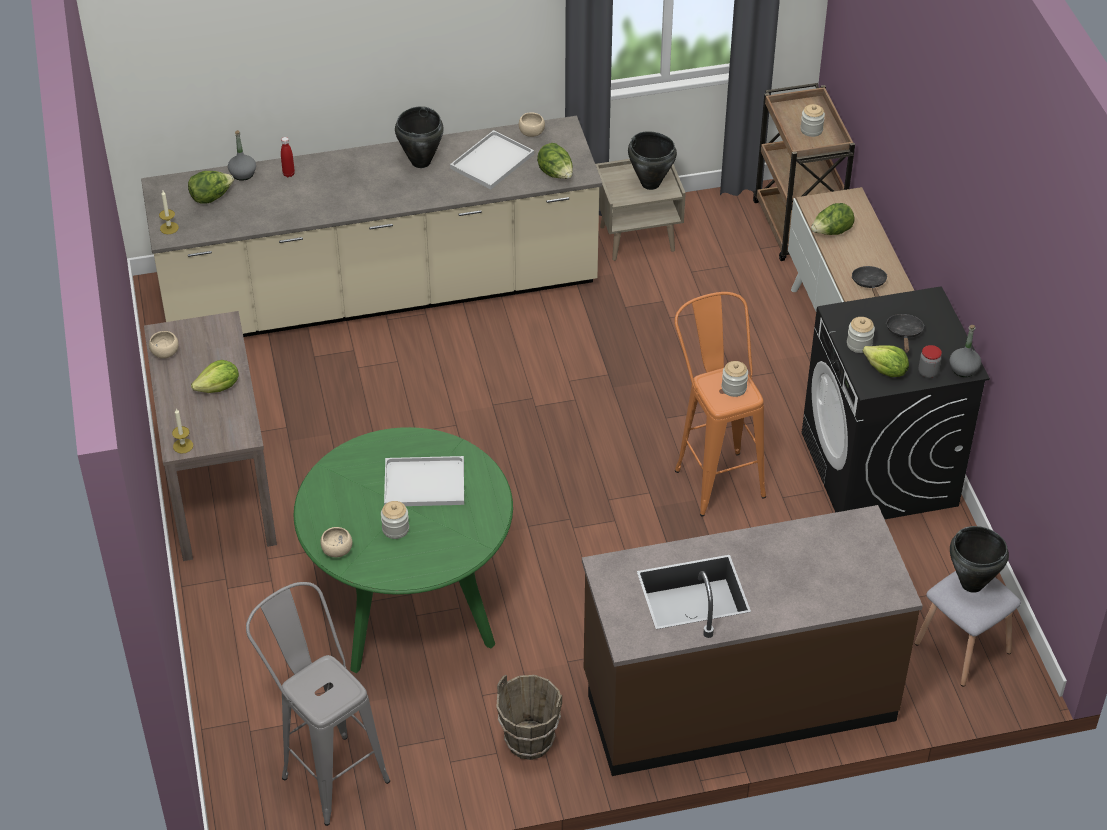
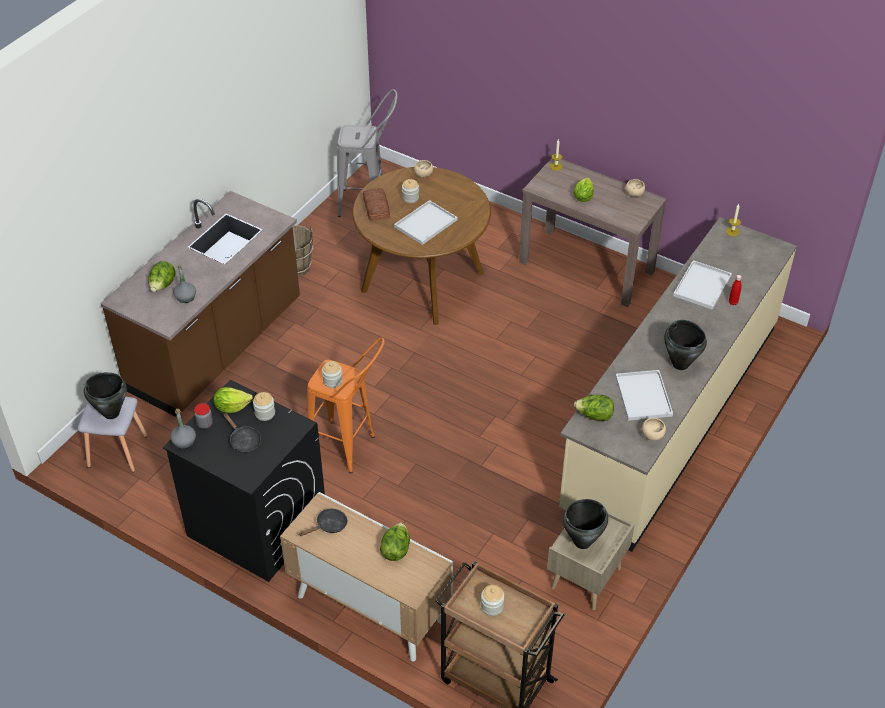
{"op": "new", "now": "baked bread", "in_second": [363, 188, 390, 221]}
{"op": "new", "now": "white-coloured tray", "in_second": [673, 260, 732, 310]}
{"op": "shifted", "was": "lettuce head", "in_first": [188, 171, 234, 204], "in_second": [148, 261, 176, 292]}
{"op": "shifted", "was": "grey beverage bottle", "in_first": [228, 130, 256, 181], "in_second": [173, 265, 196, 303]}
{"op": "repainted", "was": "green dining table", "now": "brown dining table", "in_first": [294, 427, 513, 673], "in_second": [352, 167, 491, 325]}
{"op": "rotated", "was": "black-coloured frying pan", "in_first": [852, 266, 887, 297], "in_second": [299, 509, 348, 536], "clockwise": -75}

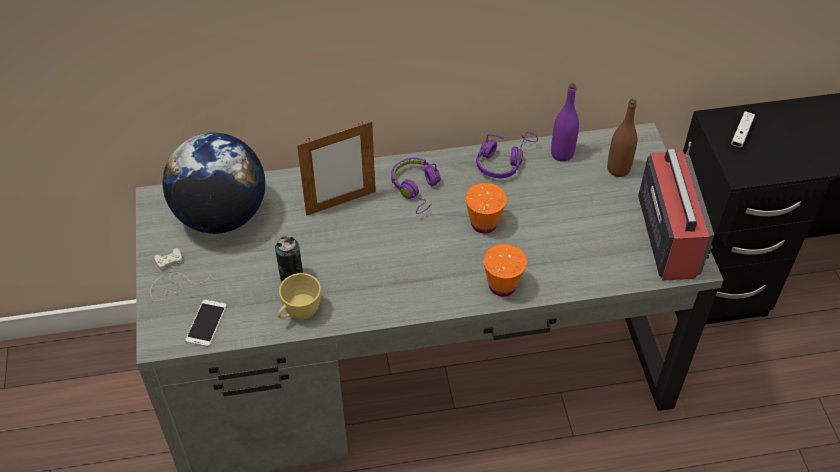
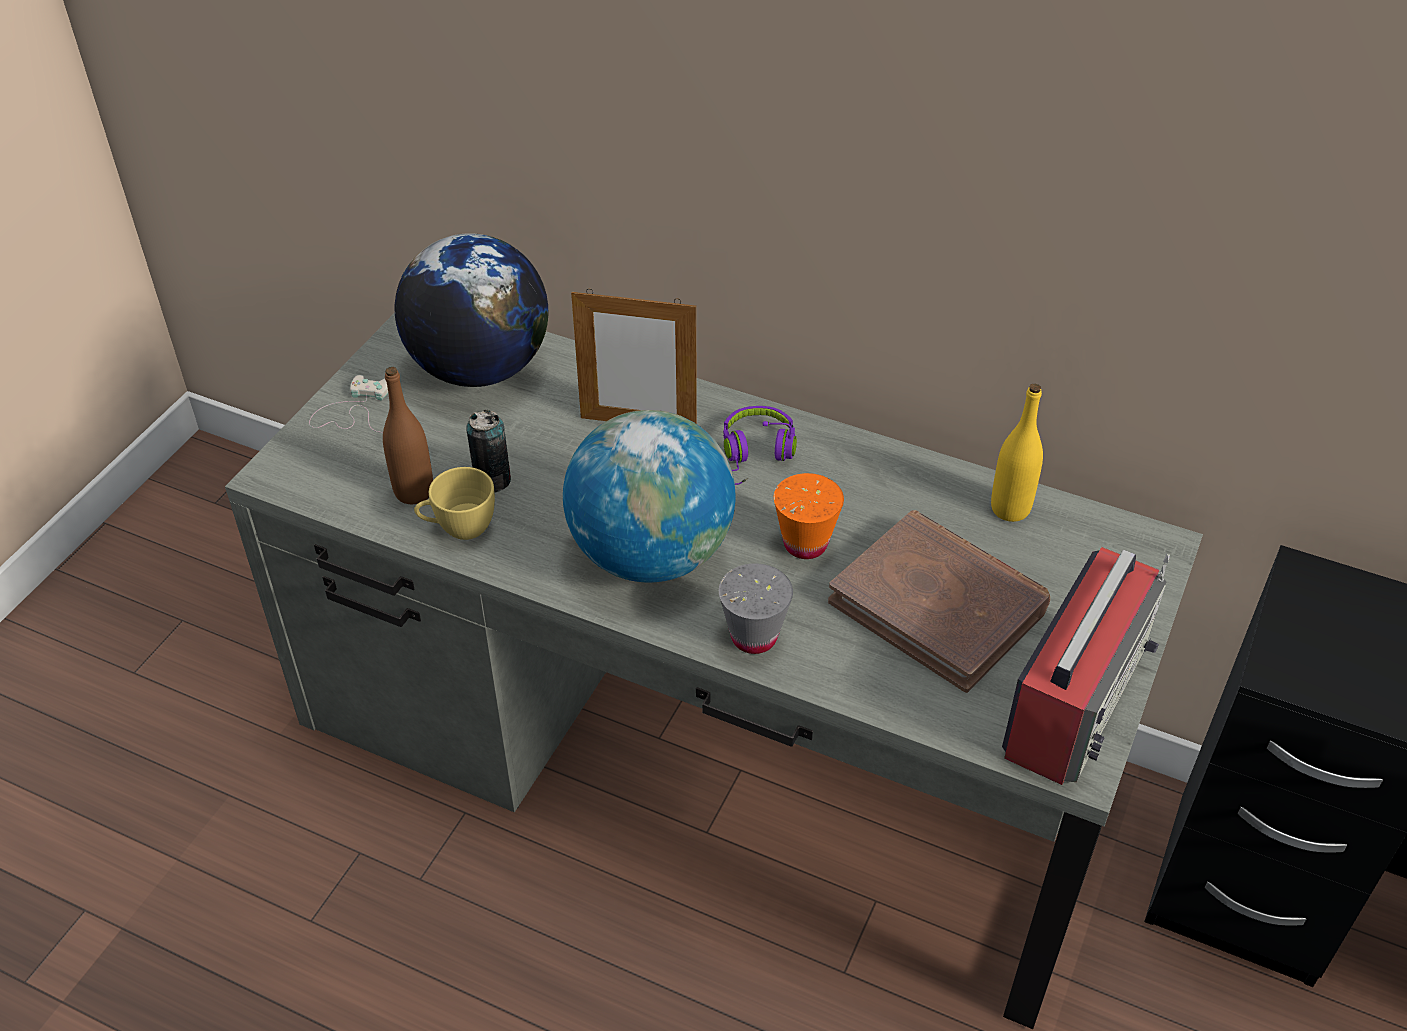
{"op": "gone", "was": "telephone", "in_first": [185, 299, 227, 347]}
{"op": "gone", "was": "purple-coloured pair of headphones", "in_first": [476, 132, 538, 178]}
{"op": "gone", "was": "white-coloured joypad", "in_first": [731, 111, 755, 147]}
{"op": "new", "now": "globe", "in_second": [563, 410, 736, 583]}
{"op": "new", "now": "brown bound book", "in_second": [828, 510, 1050, 693]}
{"op": "shifted", "was": "brown beverage bottle", "in_first": [607, 99, 638, 177], "in_second": [383, 367, 433, 504]}
{"op": "repainted", "was": "orange-coloured drinking cup", "now": "grey drinking cup", "in_first": [483, 244, 527, 297], "in_second": [719, 563, 793, 654]}
{"op": "repainted", "was": "purple-coloured beverage bottle", "now": "yellow-coloured beverage bottle", "in_first": [551, 83, 579, 162], "in_second": [991, 383, 1043, 522]}

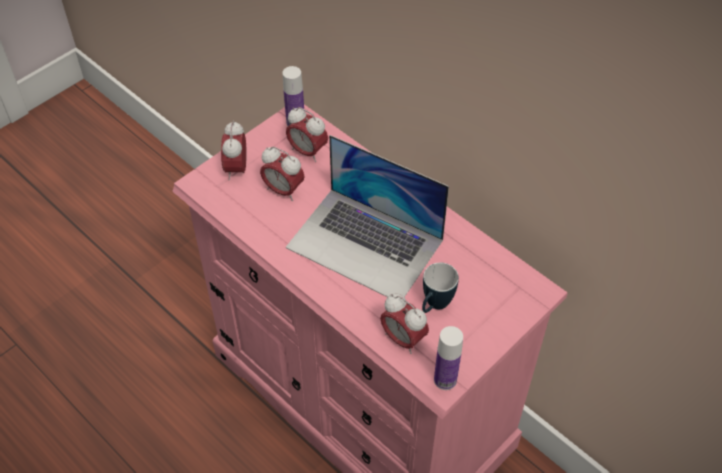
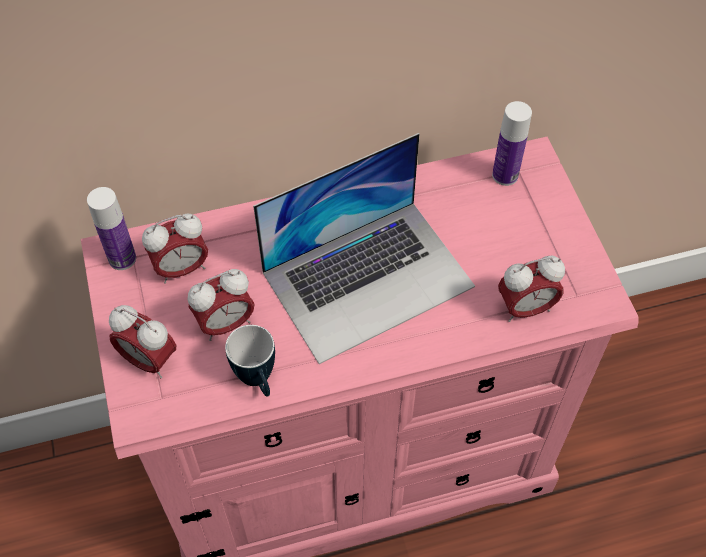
{"op": "shifted", "was": "mug", "in_first": [422, 263, 459, 313], "in_second": [225, 325, 275, 396]}
{"op": "shifted", "was": "beverage bottle", "in_first": [434, 326, 463, 390], "in_second": [492, 101, 532, 186]}

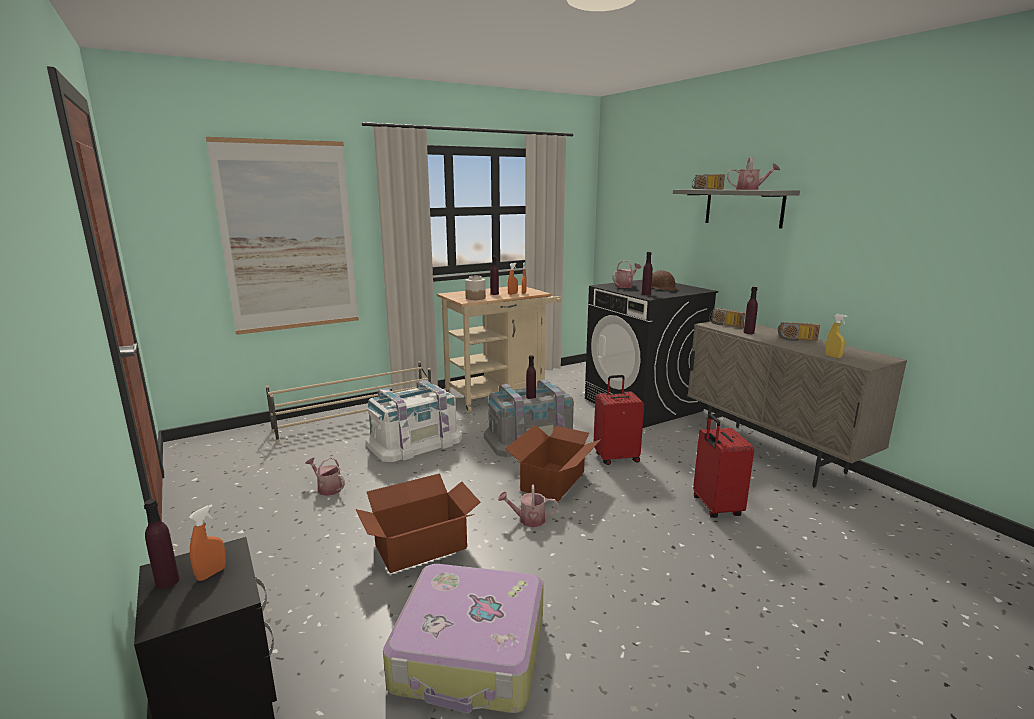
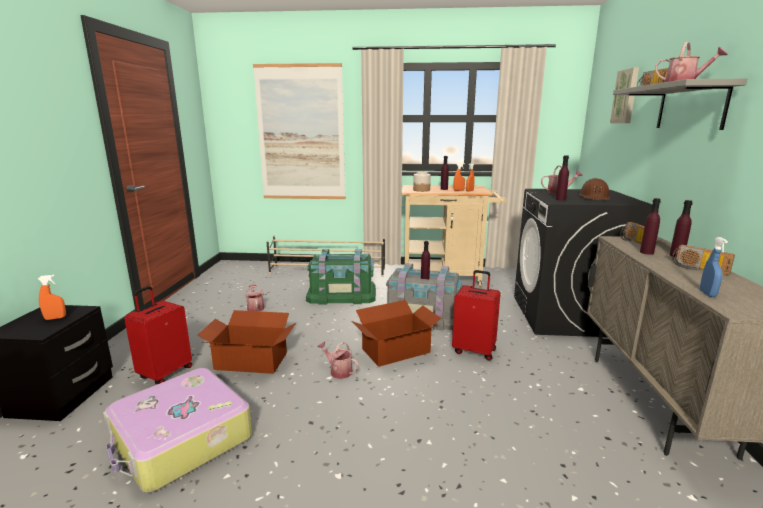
{"op": "new", "now": "picture", "in_second": [610, 67, 639, 123]}
{"op": "shifted", "was": "purple-coloured beverage bottle", "in_first": [144, 499, 179, 589], "in_second": [670, 200, 692, 257]}
{"op": "shifted", "was": "red piece of luggage", "in_first": [693, 414, 754, 518], "in_second": [124, 286, 192, 384]}
{"op": "repainted", "was": "white-coloured storage box", "now": "green storage box", "in_first": [365, 380, 462, 462], "in_second": [306, 249, 376, 304]}
{"op": "repainted", "was": "yellow-coloured hand sprayer", "now": "bluish hand sprayer", "in_first": [825, 314, 848, 358], "in_second": [700, 237, 728, 297]}

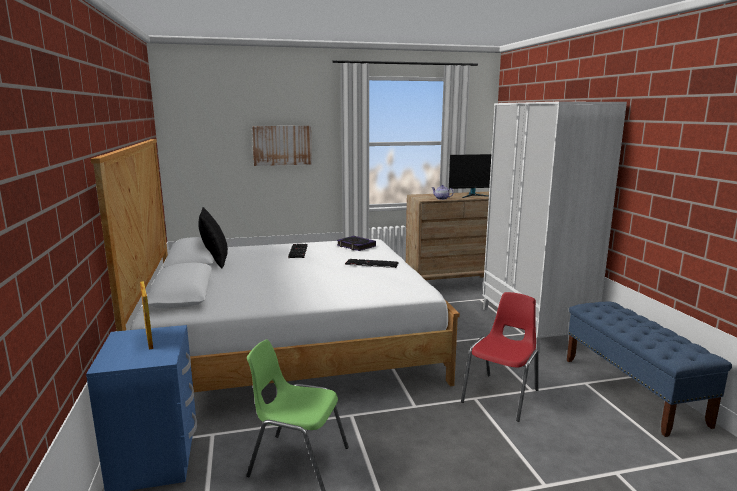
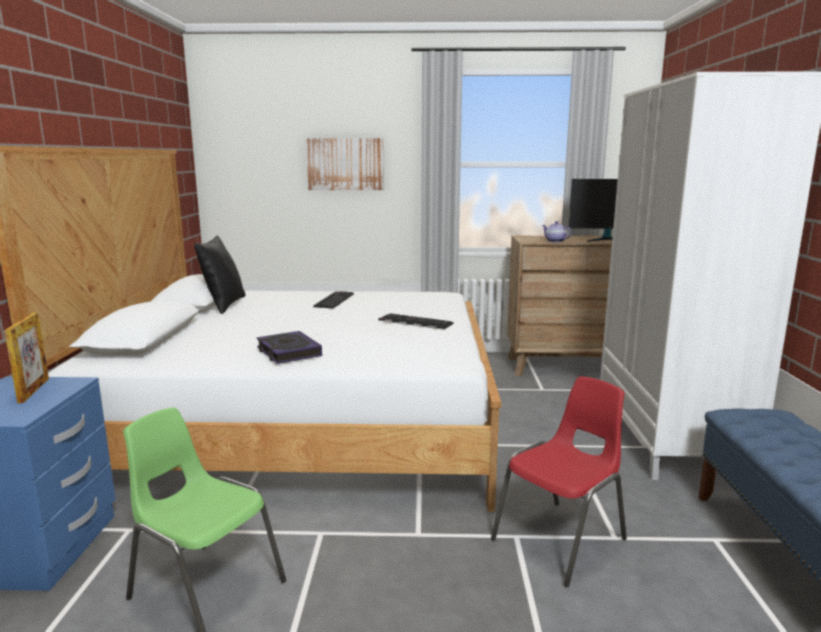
{"op": "shifted", "was": "bound book", "in_first": [337, 236, 376, 251], "in_second": [257, 331, 322, 364]}

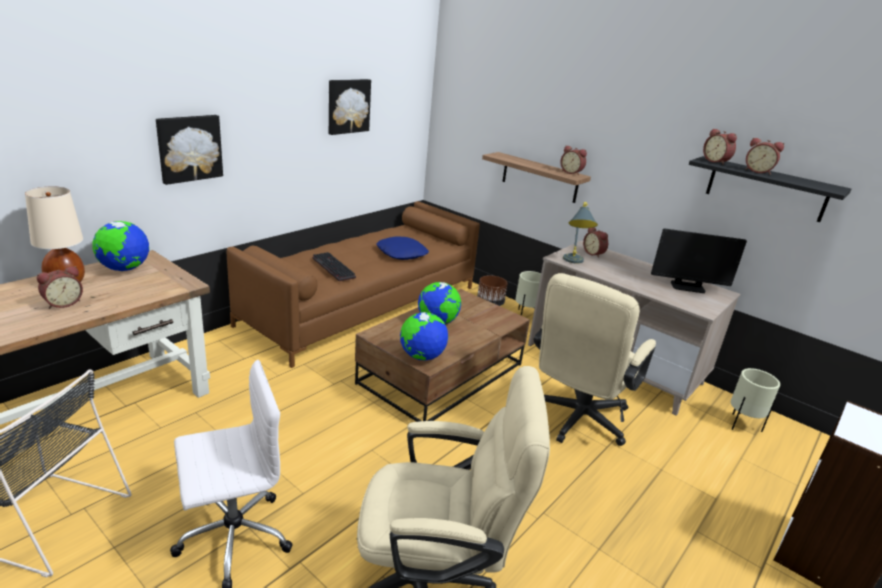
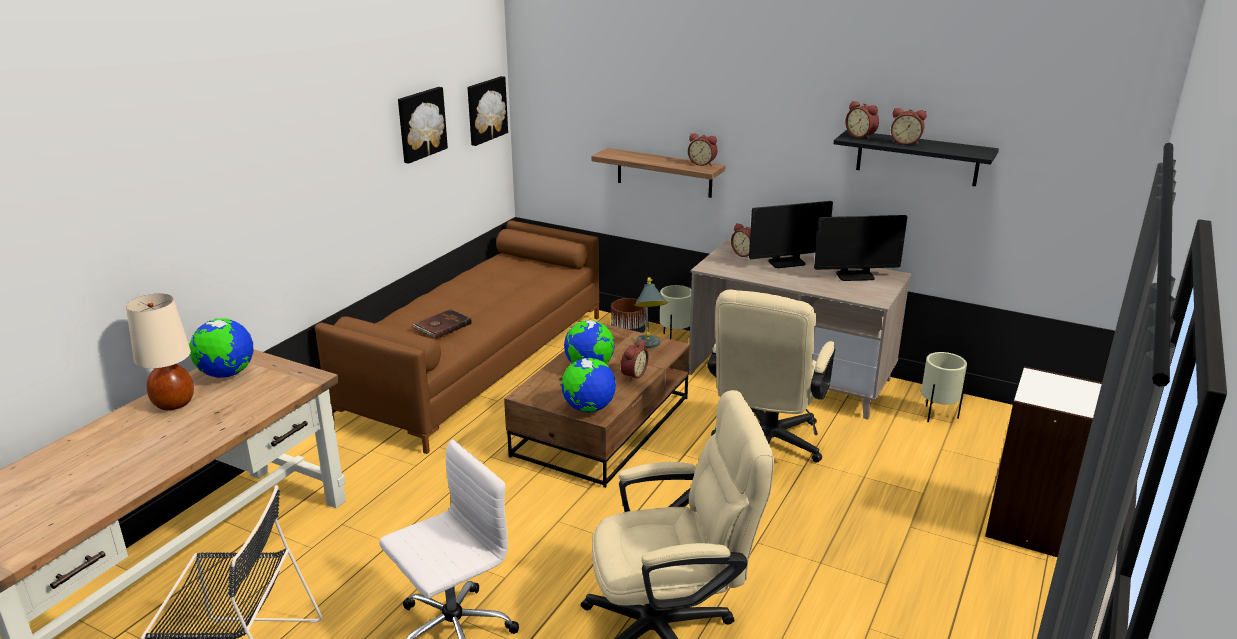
{"op": "gone", "was": "bluish pillow", "in_first": [376, 236, 429, 260]}
{"op": "new", "now": "computer screen", "in_second": [749, 201, 833, 268]}
{"op": "shifted", "was": "table clock", "in_first": [37, 266, 83, 309], "in_second": [621, 339, 649, 381]}
{"op": "shifted", "was": "picture", "in_first": [156, 115, 223, 185], "in_second": [467, 76, 508, 146]}
{"op": "shifted", "was": "grey lamp for a table", "in_first": [563, 202, 598, 264], "in_second": [634, 277, 668, 348]}
{"op": "swapped", "was": "keyboard", "now": "brown bound book", "in_first": [312, 252, 356, 281], "in_second": [413, 309, 472, 339]}

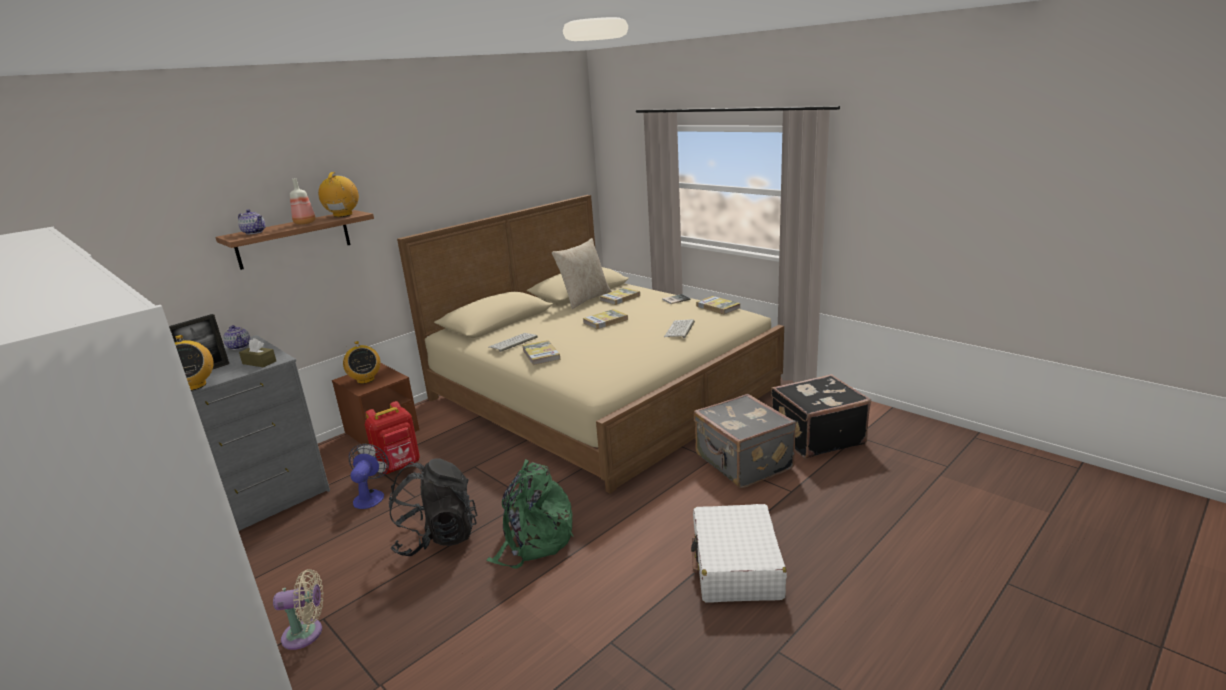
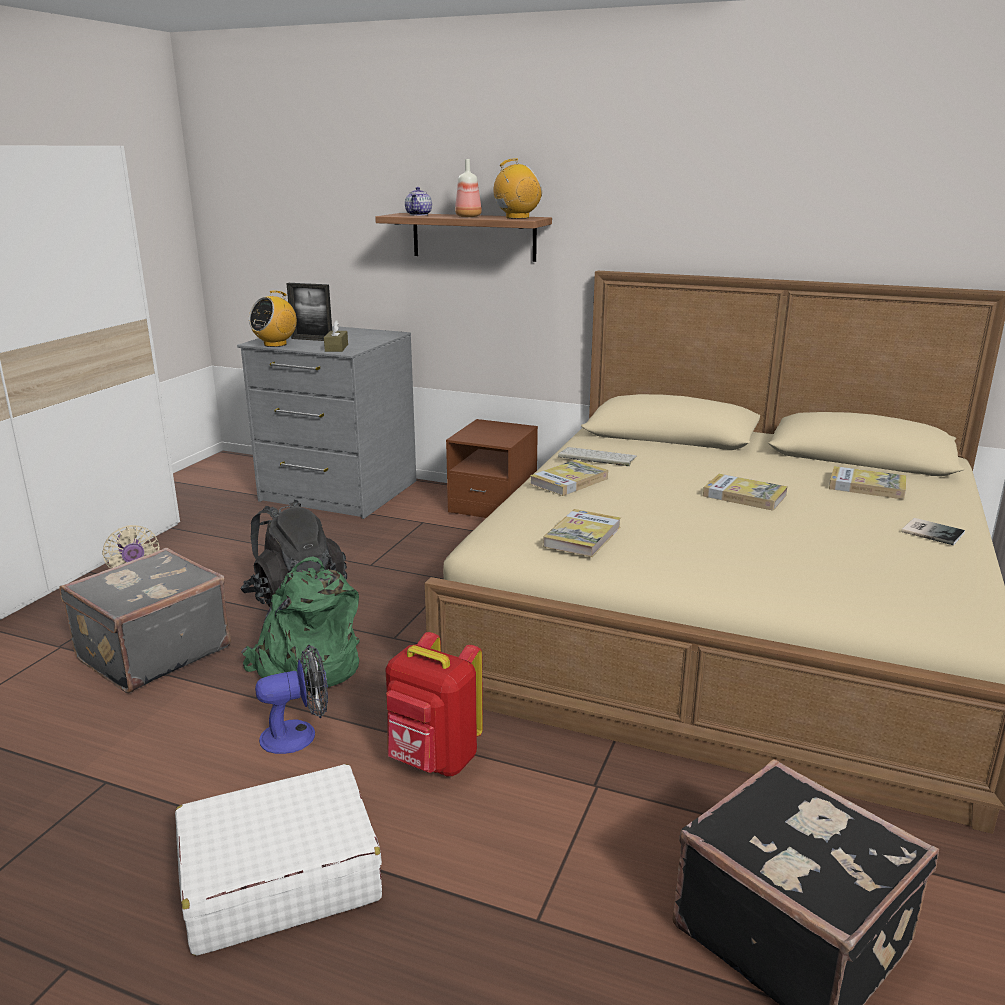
{"op": "gone", "was": "tea pot", "in_first": [223, 325, 251, 350]}
{"op": "gone", "was": "radio set", "in_first": [343, 341, 381, 384]}
{"op": "gone", "was": "sand-coloured pillow", "in_first": [552, 238, 612, 309]}
{"op": "gone", "was": "keyboard", "in_first": [664, 319, 695, 338]}
{"op": "shifted", "was": "electric fan", "in_first": [349, 444, 389, 509], "in_second": [255, 645, 328, 754]}
{"op": "shifted", "was": "red knapsack", "in_first": [365, 401, 420, 474], "in_second": [385, 632, 483, 777]}
{"op": "shifted", "was": "grey piece of luggage", "in_first": [694, 394, 796, 488], "in_second": [59, 547, 231, 693]}
{"op": "shifted", "was": "bound book", "in_first": [696, 296, 740, 314], "in_second": [543, 509, 621, 557]}

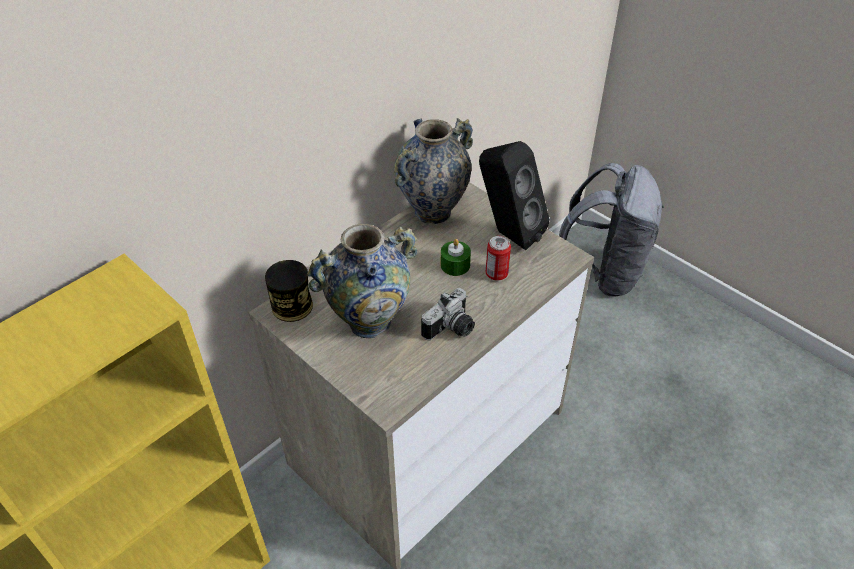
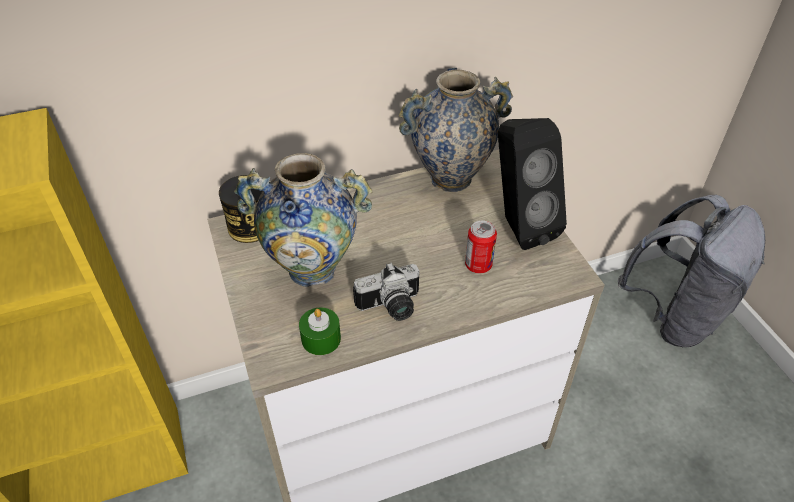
{"op": "shifted", "was": "green wax light", "in_first": [441, 239, 471, 276], "in_second": [299, 307, 341, 355]}

